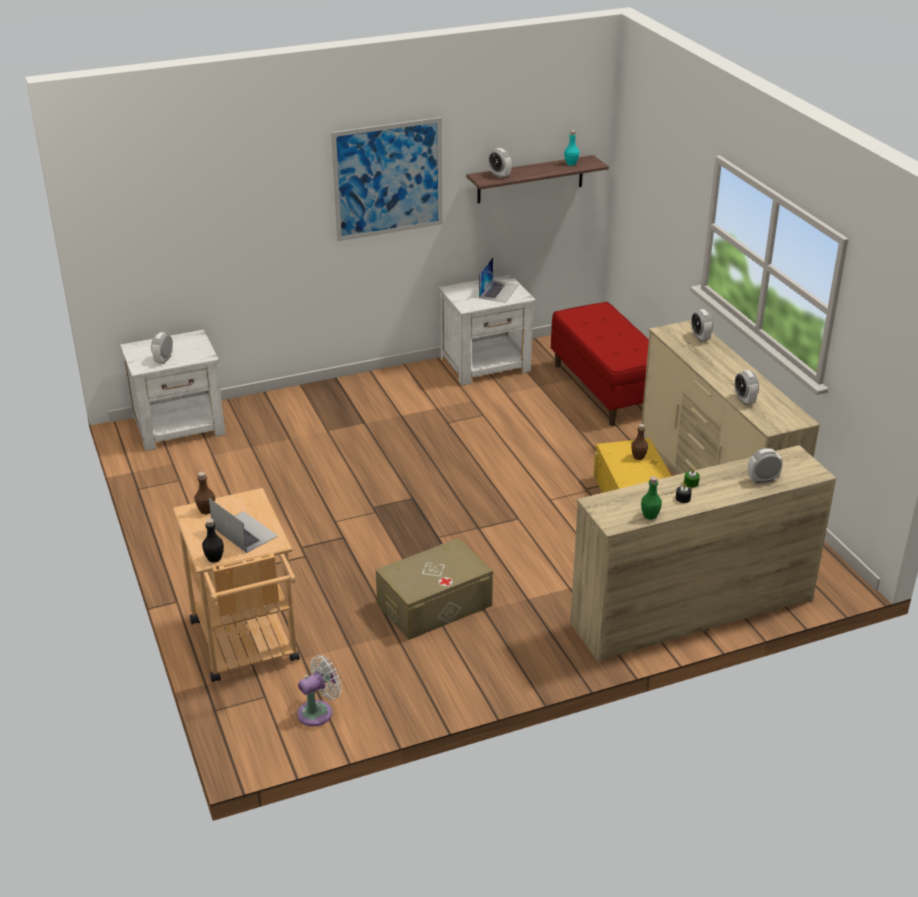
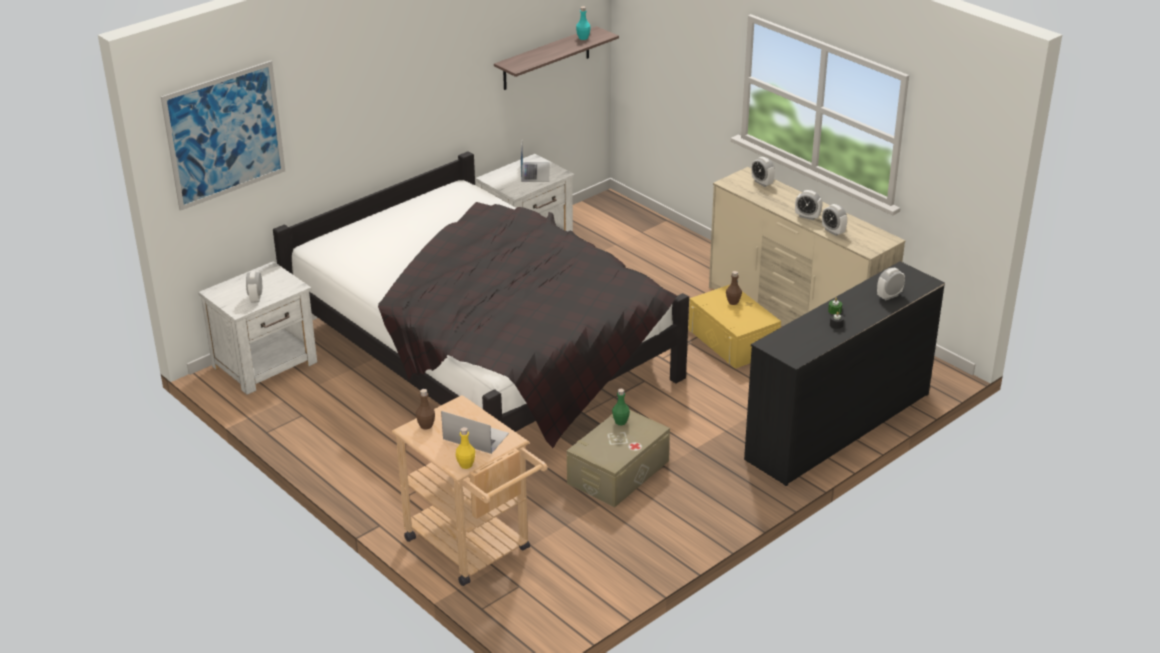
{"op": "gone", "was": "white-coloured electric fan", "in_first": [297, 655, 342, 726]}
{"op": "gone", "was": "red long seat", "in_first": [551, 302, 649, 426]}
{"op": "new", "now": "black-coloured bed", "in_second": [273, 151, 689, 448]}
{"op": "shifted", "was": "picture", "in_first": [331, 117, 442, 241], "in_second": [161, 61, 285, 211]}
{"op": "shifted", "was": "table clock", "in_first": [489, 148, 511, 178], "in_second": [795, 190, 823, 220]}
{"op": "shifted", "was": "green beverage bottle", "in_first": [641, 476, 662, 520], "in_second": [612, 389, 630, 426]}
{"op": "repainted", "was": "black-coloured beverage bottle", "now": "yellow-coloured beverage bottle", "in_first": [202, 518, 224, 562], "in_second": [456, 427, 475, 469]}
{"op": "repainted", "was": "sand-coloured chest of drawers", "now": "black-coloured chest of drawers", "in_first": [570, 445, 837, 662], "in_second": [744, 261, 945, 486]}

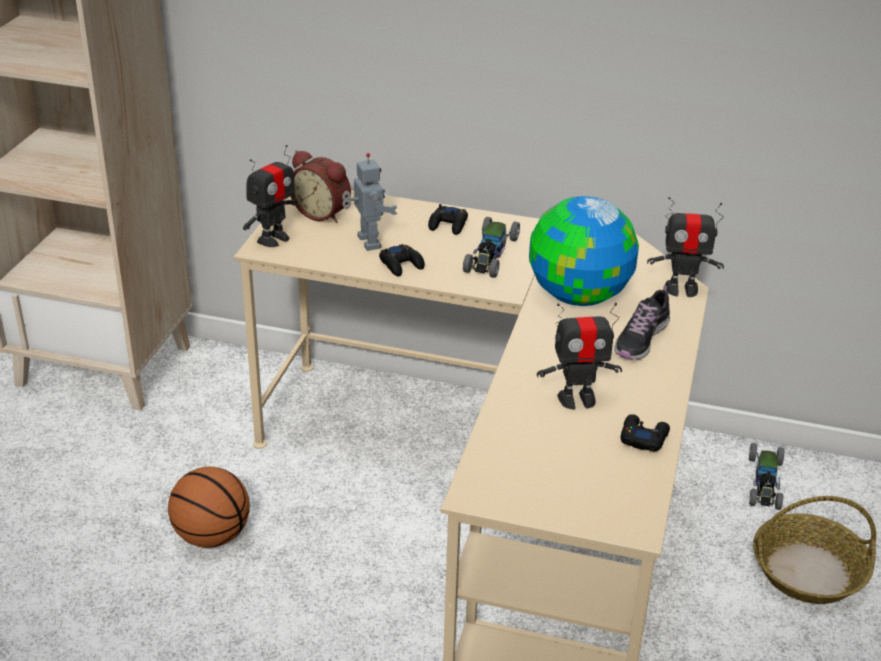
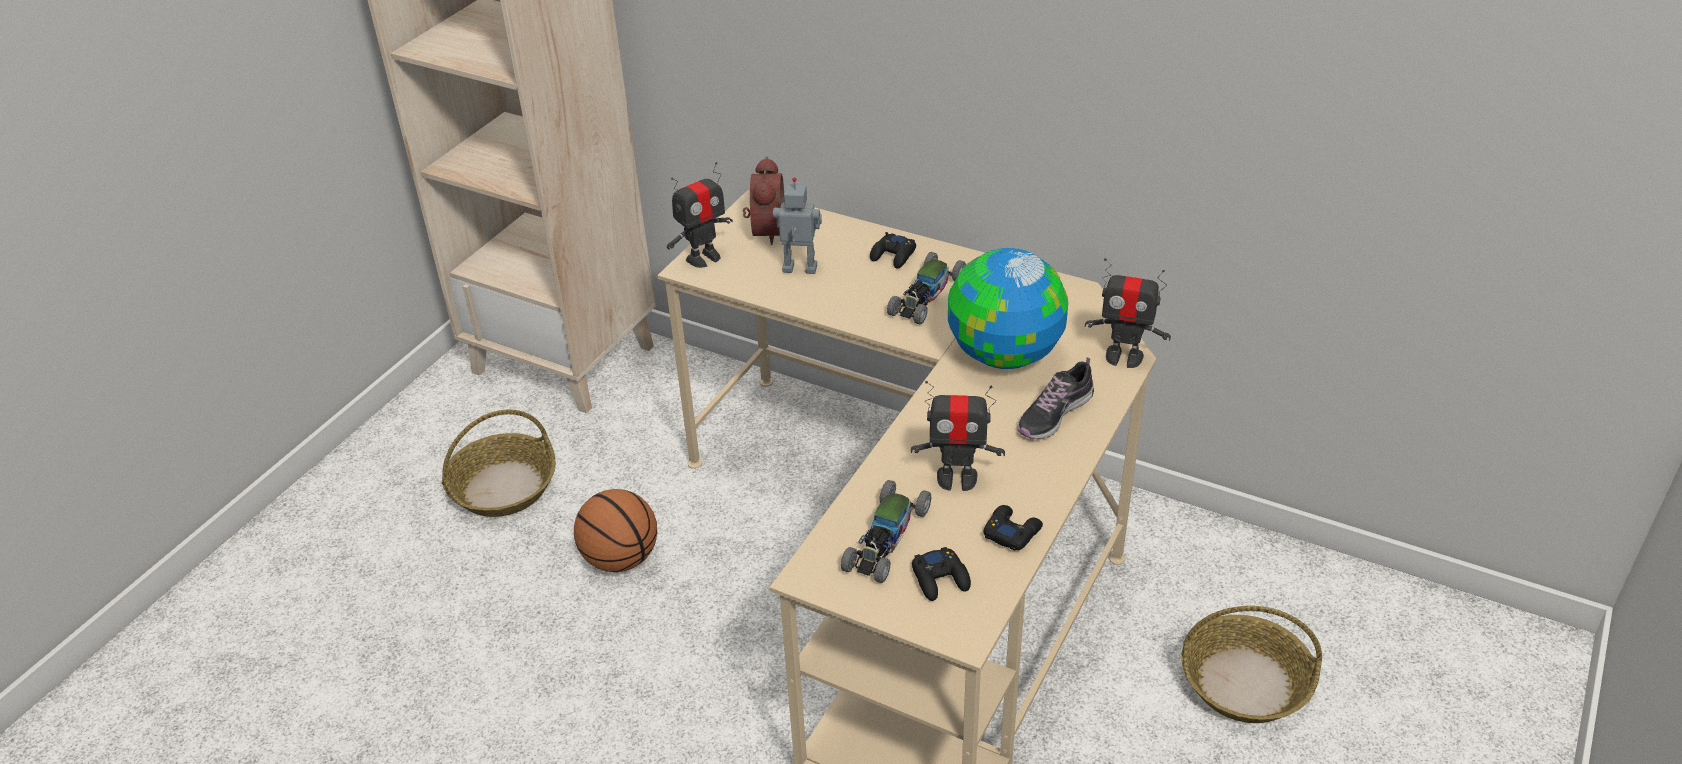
{"op": "new", "now": "household basket", "in_second": [442, 410, 556, 517]}
{"op": "shifted", "was": "black-coloured joypad", "in_first": [379, 244, 425, 276], "in_second": [912, 547, 971, 601]}
{"op": "shifted", "was": "miniature car", "in_first": [749, 443, 784, 510], "in_second": [841, 480, 931, 583]}
{"op": "rotated", "was": "table clock", "in_first": [291, 150, 351, 223], "in_second": [743, 157, 784, 245], "clockwise": -135}
{"op": "rotated", "was": "model robot", "in_first": [342, 153, 397, 251], "in_second": [773, 177, 822, 274], "clockwise": -75}

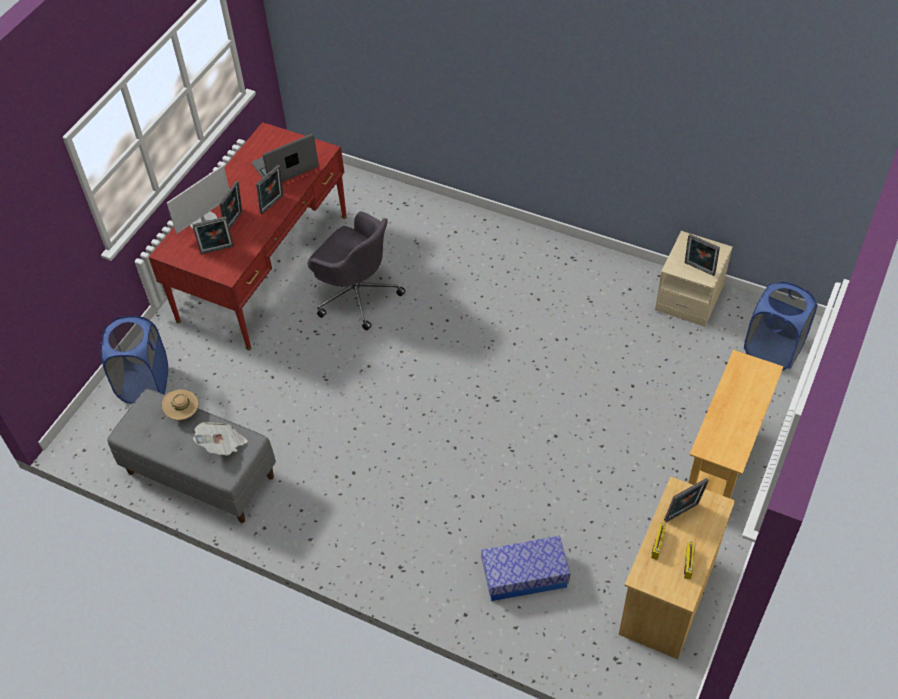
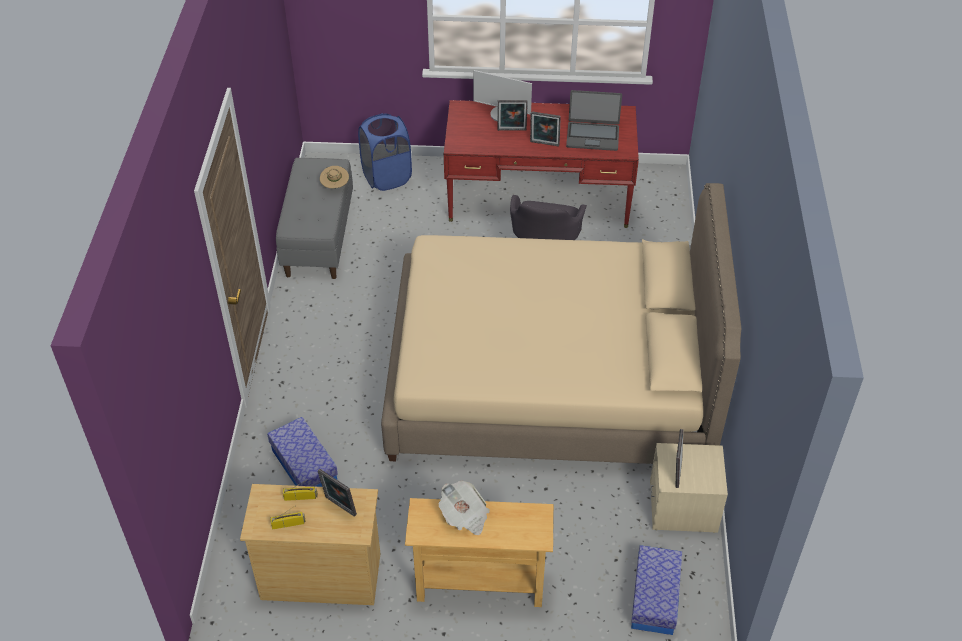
{"op": "gone", "was": "standing frame", "in_first": [192, 216, 234, 254]}
{"op": "new", "now": "sand-coloured bed", "in_second": [381, 183, 741, 464]}
{"op": "shifted", "was": "daily paper", "in_first": [193, 422, 247, 456], "in_second": [439, 481, 490, 535]}
{"op": "swapped", "was": "bluish hamper", "now": "storage box", "in_first": [744, 282, 818, 371], "in_second": [631, 545, 682, 635]}
{"op": "rotated", "was": "laptop", "in_first": [252, 134, 319, 182], "in_second": [566, 90, 622, 151], "clockwise": 150}

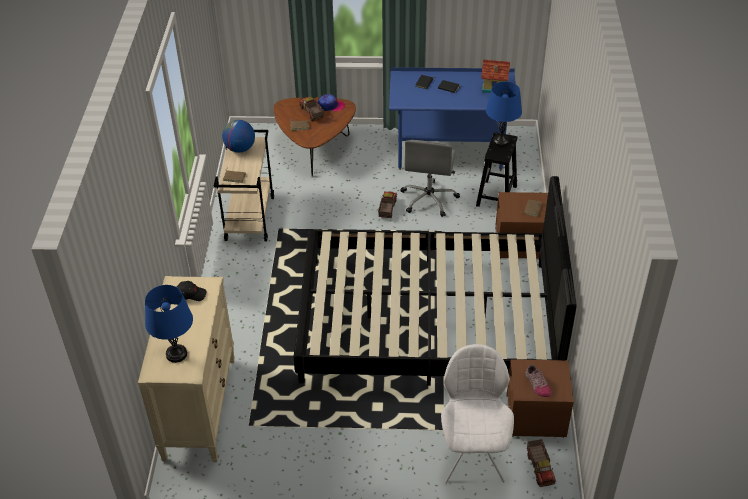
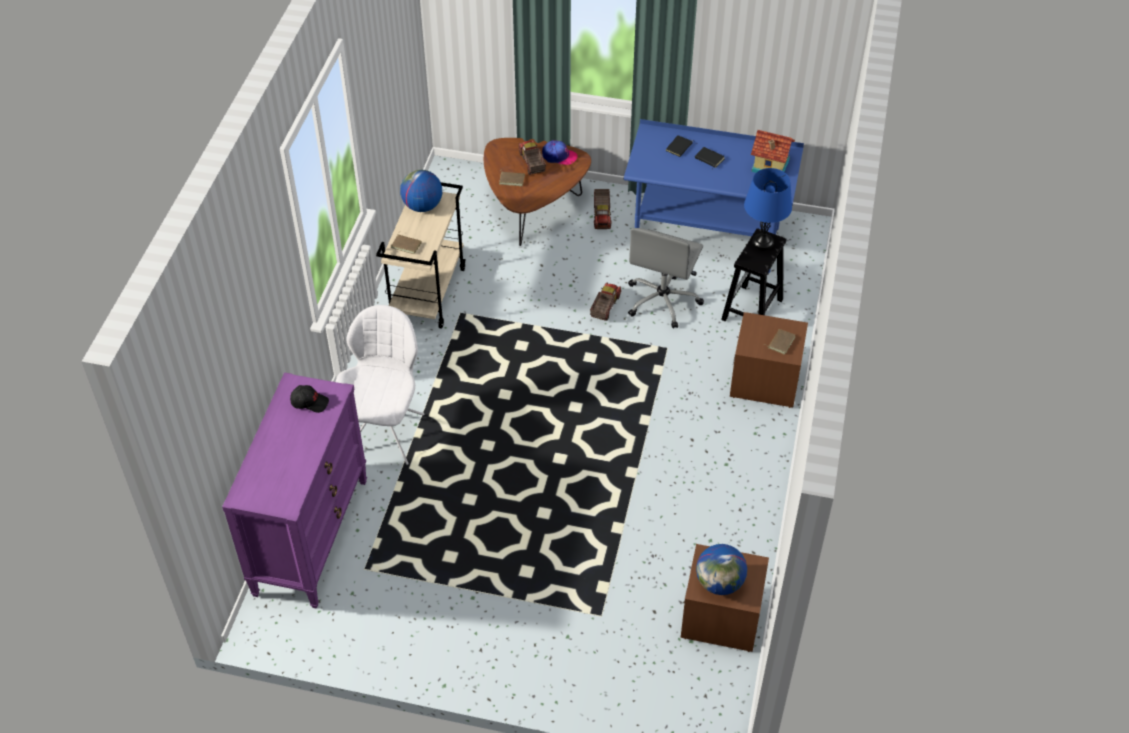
{"op": "gone", "was": "bluish lamp for a table", "in_first": [145, 285, 193, 363]}
{"op": "gone", "was": "black-coloured bed", "in_first": [294, 176, 577, 386]}
{"op": "shifted", "was": "white-coloured upright chair", "in_first": [441, 344, 514, 483], "in_second": [336, 305, 425, 465]}
{"op": "shifted", "was": "toy truck", "in_first": [527, 439, 556, 487], "in_second": [594, 189, 611, 229]}
{"op": "swapped", "was": "item of footwear", "now": "globe", "in_first": [525, 365, 552, 397], "in_second": [696, 544, 747, 595]}
{"op": "repainted", "was": "sand-coloured chest of drawers", "now": "purple-coloured chest of drawers", "in_first": [138, 276, 235, 462], "in_second": [222, 372, 367, 609]}

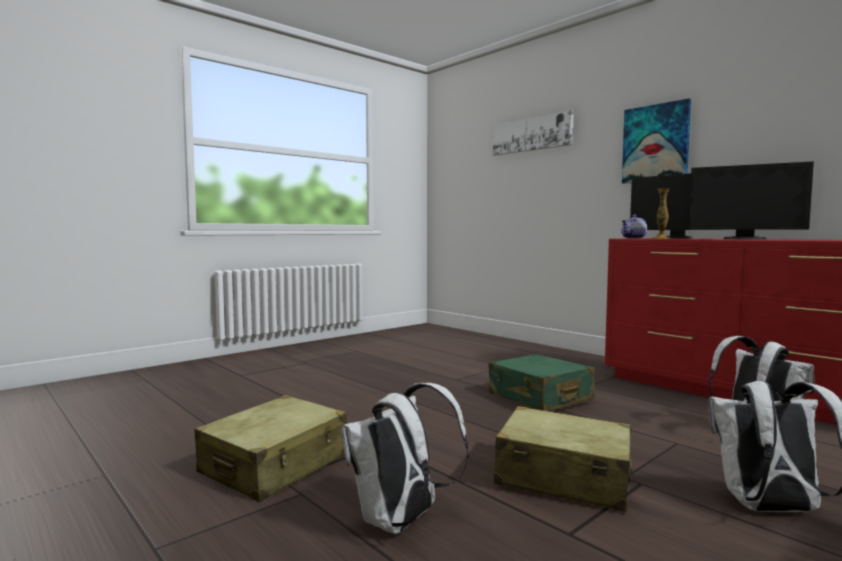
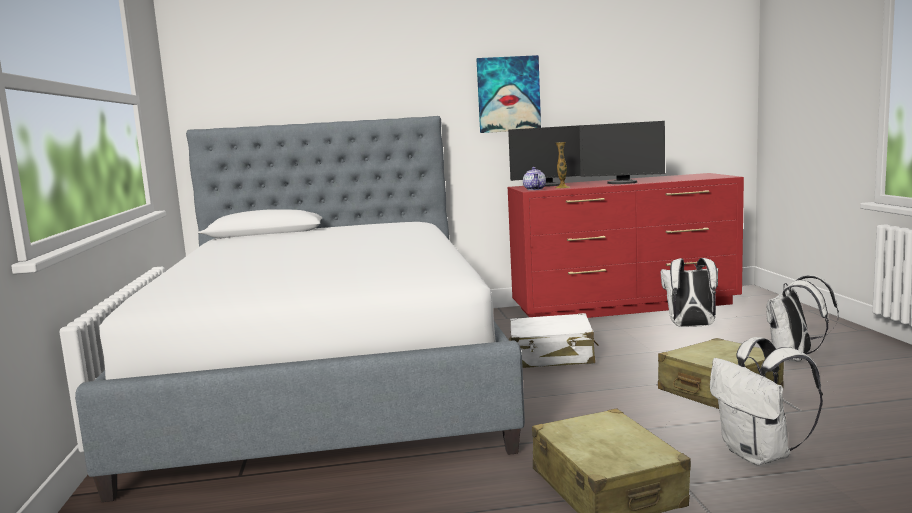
{"op": "gone", "was": "picture", "in_first": [493, 110, 574, 156]}
{"op": "new", "now": "bed", "in_second": [75, 116, 525, 502]}
{"op": "repainted", "was": "green piece of luggage", "now": "white-coloured piece of luggage", "in_first": [489, 354, 595, 411], "in_second": [509, 313, 599, 368]}
{"op": "rotated", "was": "computer screen", "in_first": [689, 161, 814, 239], "in_second": [579, 121, 665, 184], "clockwise": 45}

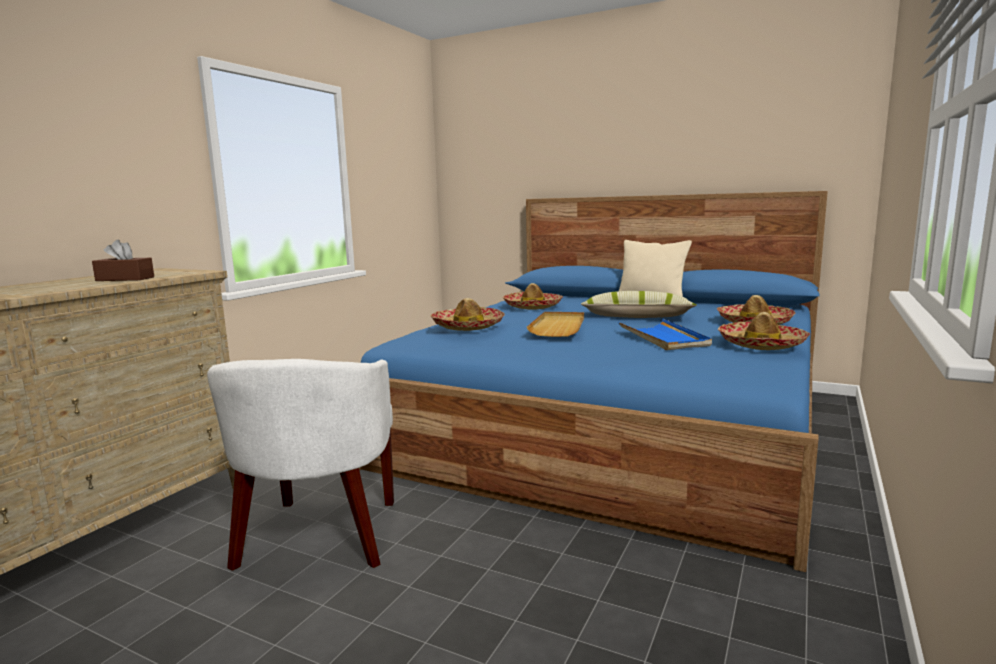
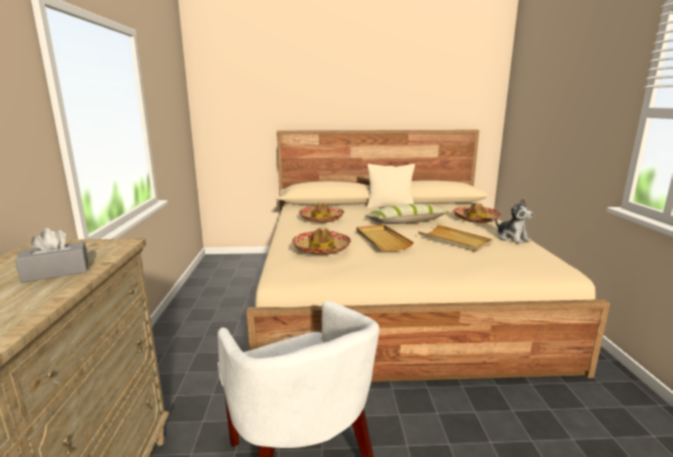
{"op": "swapped", "was": "clothing hat", "now": "cuddly toy", "in_first": [718, 312, 810, 350], "in_second": [495, 199, 533, 244]}
{"op": "repainted", "was": "brown tissue holder", "now": "grey tissue holder", "in_first": [92, 240, 154, 281], "in_second": [15, 228, 89, 283]}
{"op": "repainted", "was": "bluish bed", "now": "sand-coloured bed", "in_first": [359, 191, 828, 572], "in_second": [246, 130, 610, 382]}
{"op": "repainted", "was": "bluish tray", "now": "sand-coloured tray", "in_first": [618, 319, 712, 350], "in_second": [418, 225, 493, 252]}

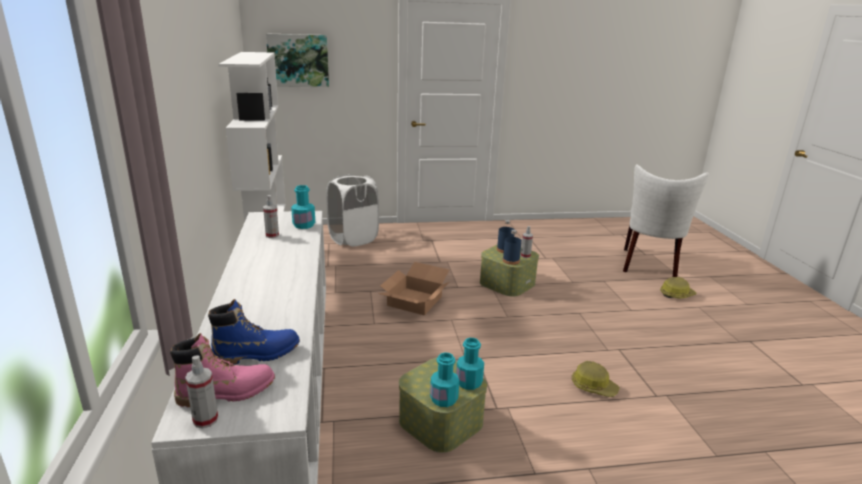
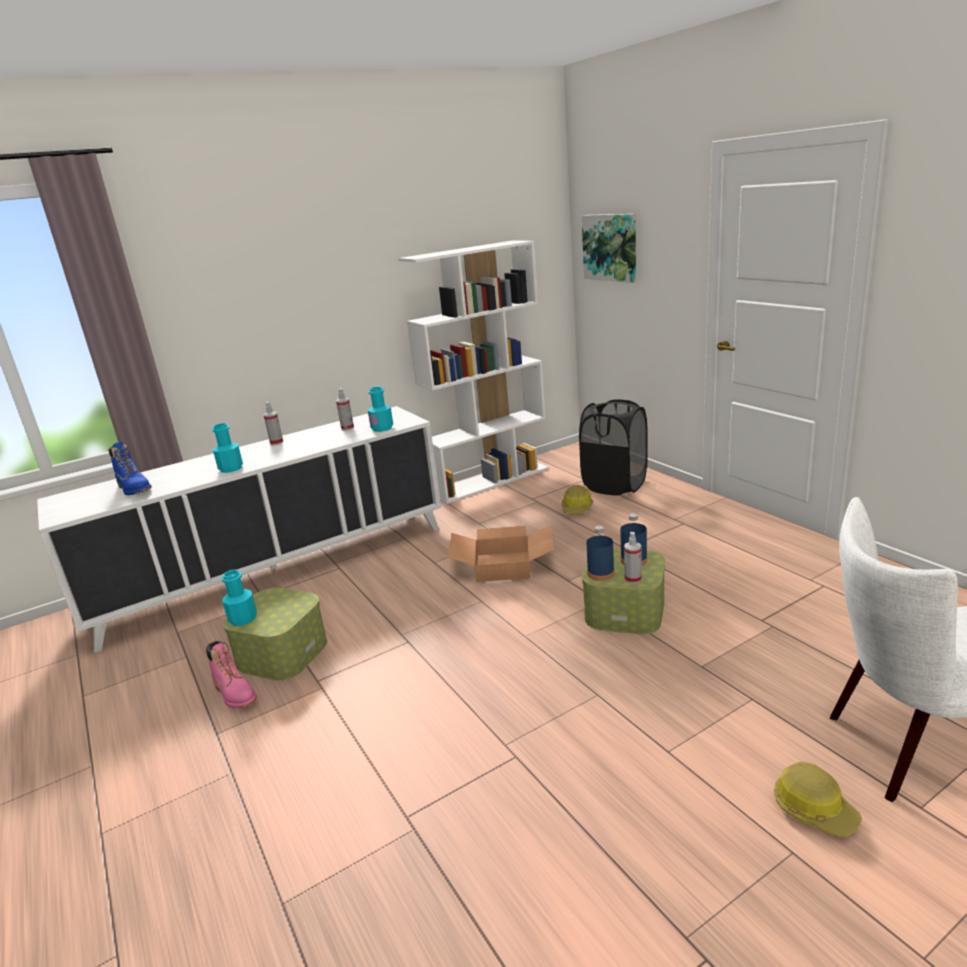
{"op": "shifted", "was": "pinkish tall boot", "in_first": [170, 333, 275, 407], "in_second": [206, 641, 257, 708]}
{"op": "shifted", "was": "hand sprayer", "in_first": [185, 355, 218, 428], "in_second": [264, 402, 283, 445]}
{"op": "shifted", "was": "turquoise-coloured beverage bottle", "in_first": [456, 338, 484, 390], "in_second": [212, 423, 243, 473]}
{"op": "shifted", "was": "hard hat", "in_first": [572, 361, 620, 397], "in_second": [562, 485, 593, 514]}
{"op": "repainted", "was": "white-coloured hamper", "now": "black-coloured hamper", "in_first": [326, 174, 379, 246], "in_second": [579, 399, 648, 495]}

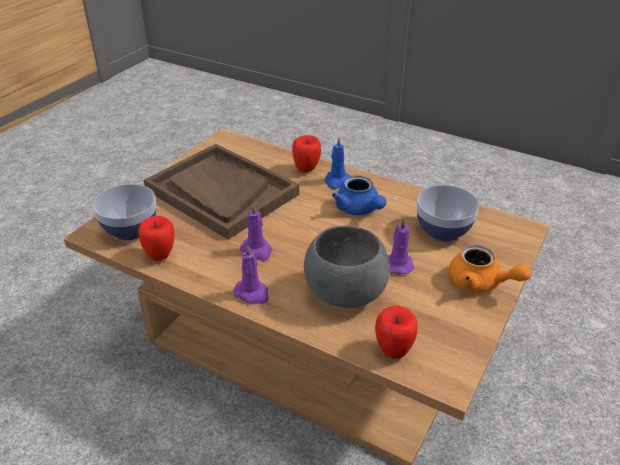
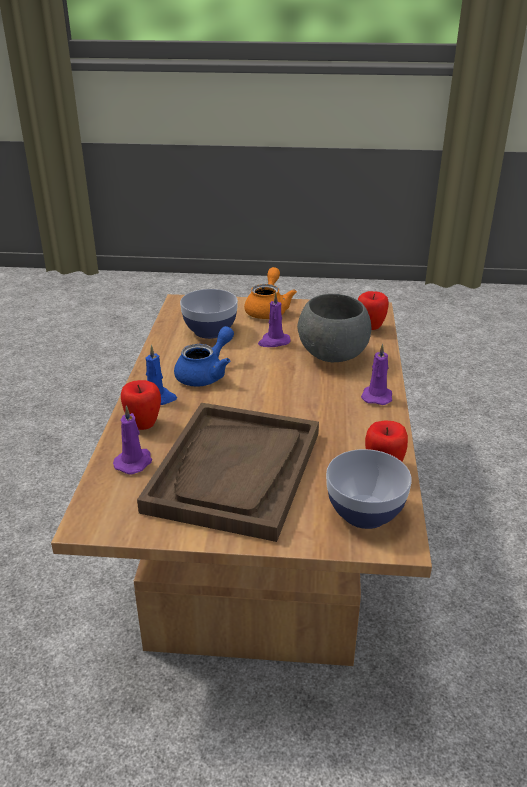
{"op": "shifted", "was": "purple-coloured wax light", "in_first": [240, 203, 272, 261], "in_second": [113, 405, 152, 474]}

